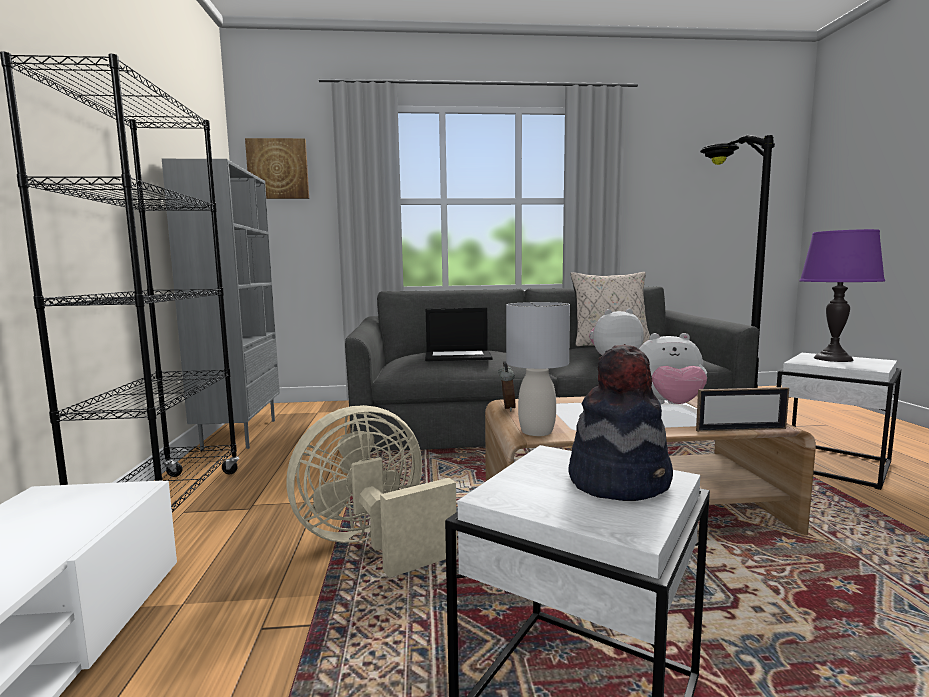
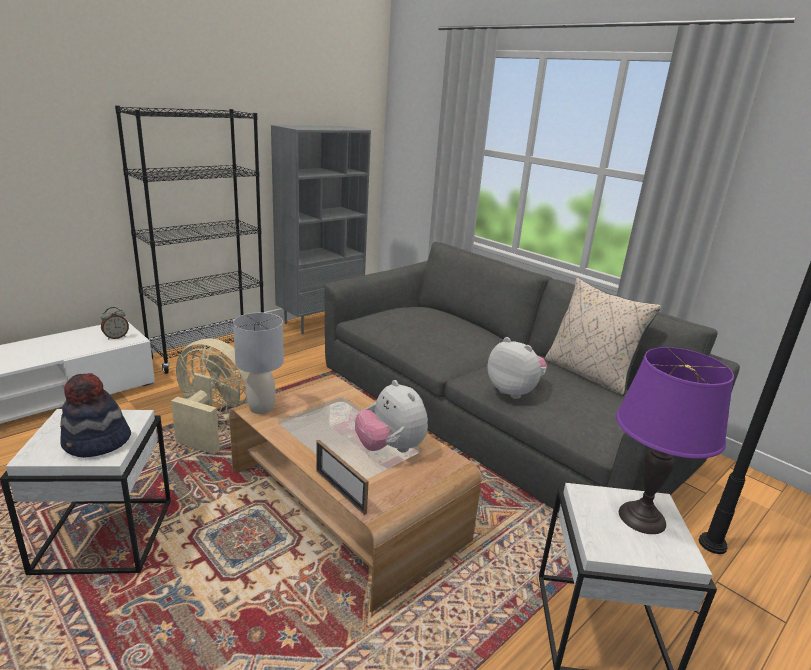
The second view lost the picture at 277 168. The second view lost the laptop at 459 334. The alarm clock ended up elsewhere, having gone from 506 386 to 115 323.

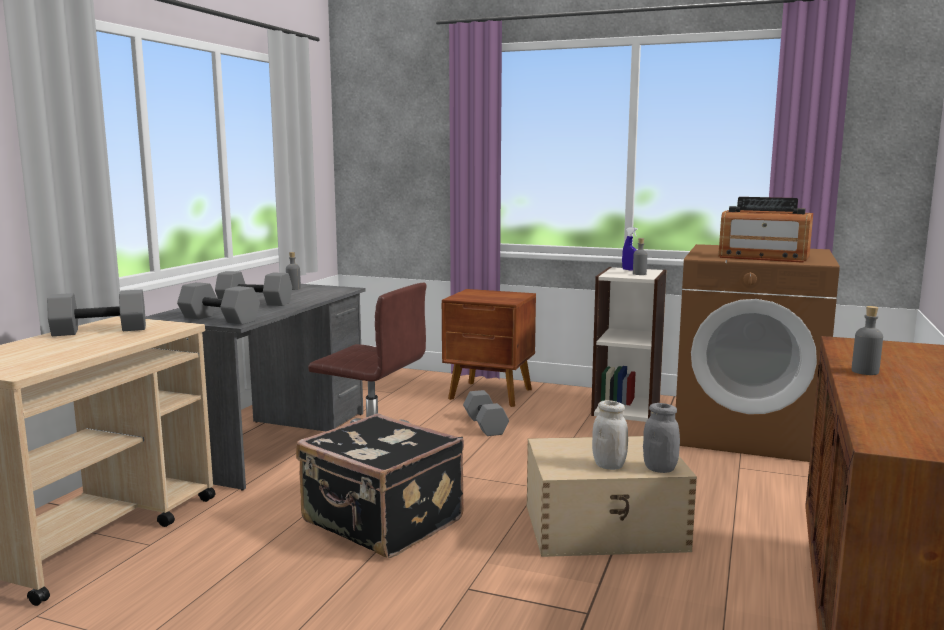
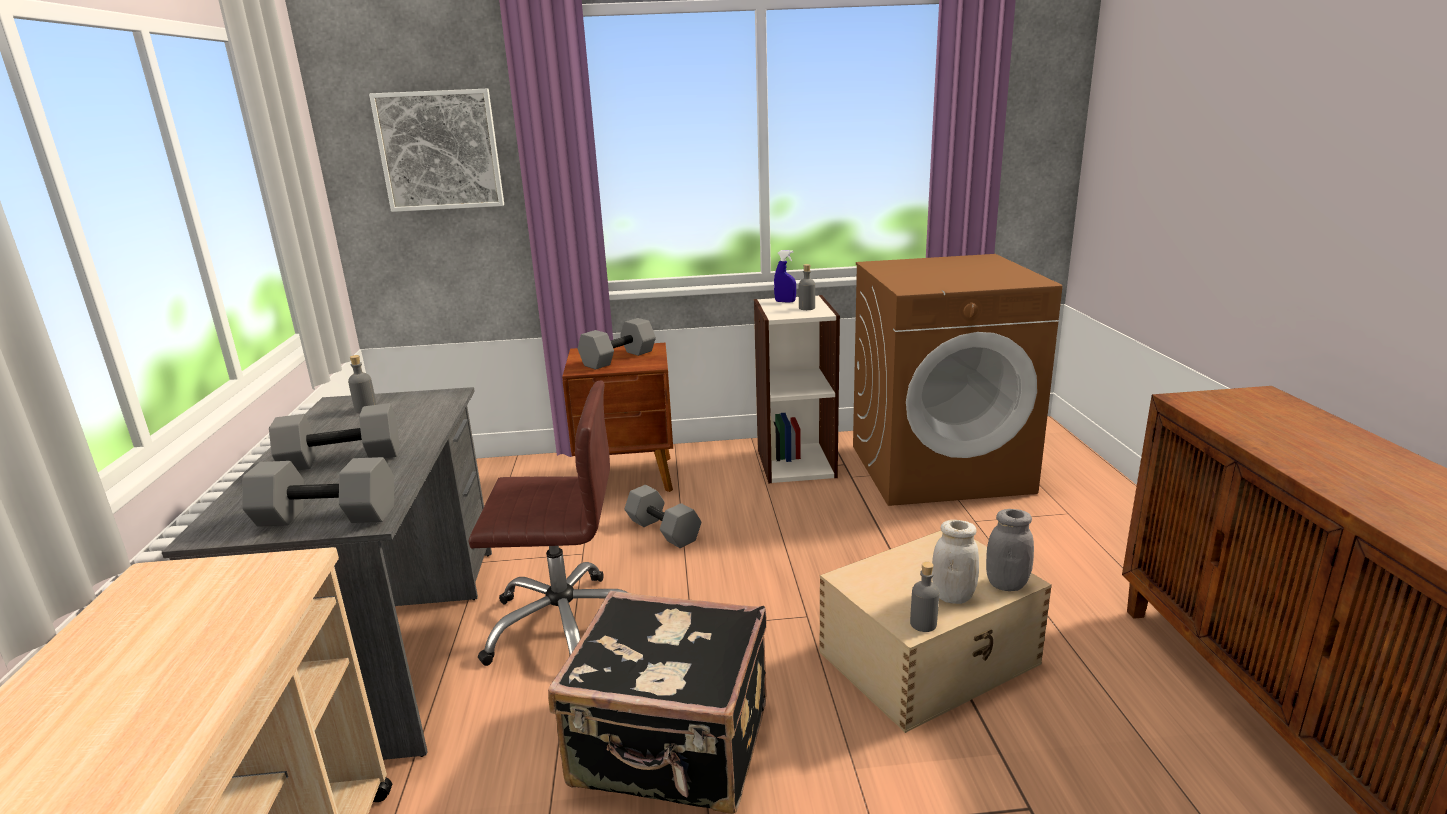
The second view lost the radio at 765 230. The grey dumbbell ended up elsewhere, having gone from 96 312 to 617 344. The grey bottle ended up elsewhere, having gone from 867 340 to 924 597. The second view gained the picture at 436 150.

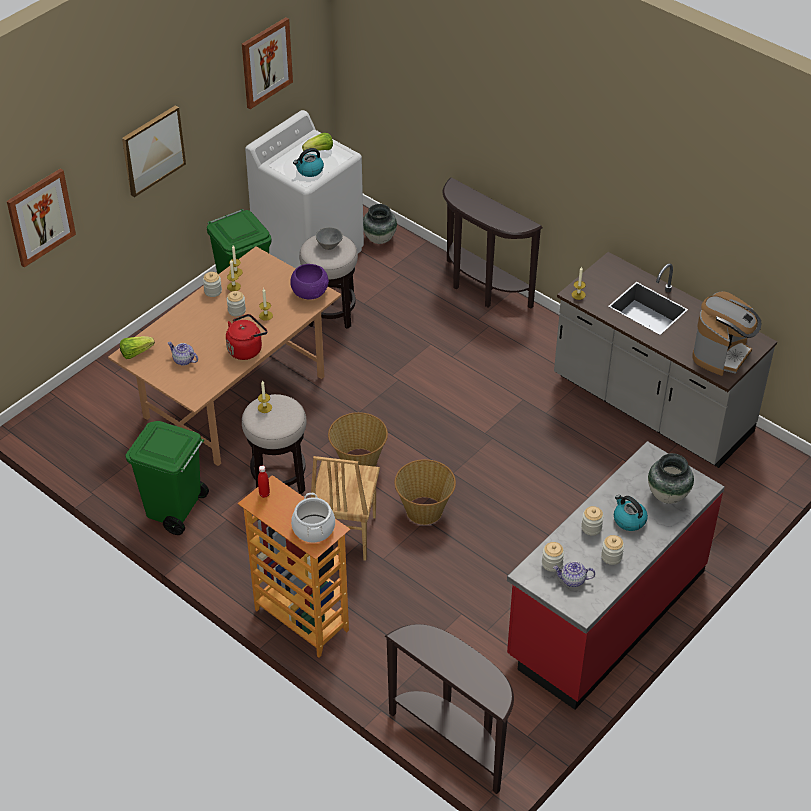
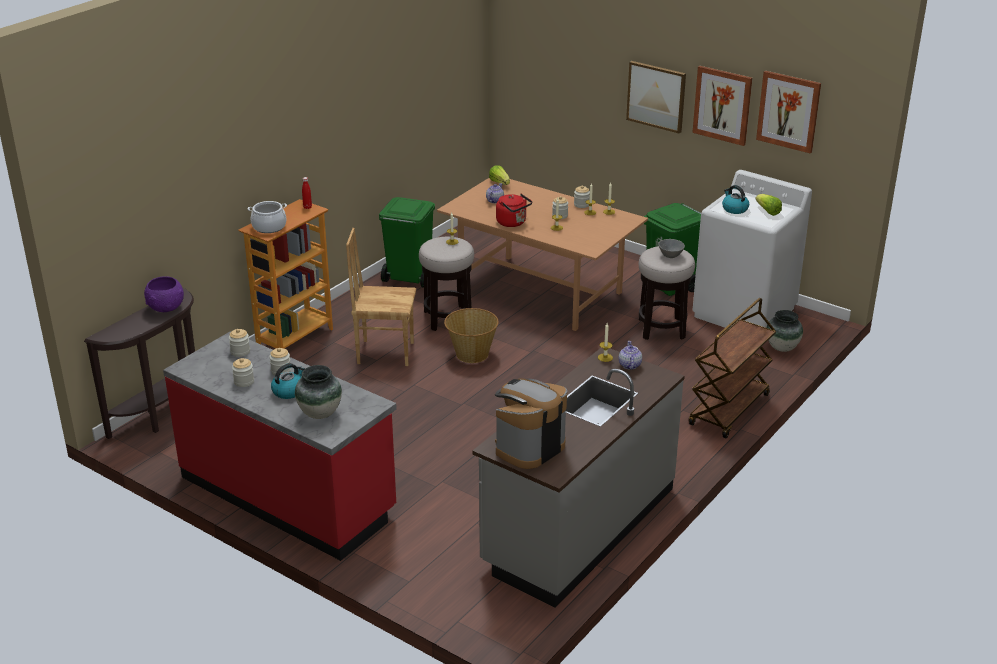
The picture ended up elsewhere, having gone from 41 217 to 722 106. Where the brown console table stood at 492 243, the brown cart came to stand at 732 368. The purple bowl ended up elsewhere, having gone from 309 282 to 164 294. The coffee machine at 726 333 ended up facing another way, 105 degrees clockwise from before. The second view lost the basket at 425 492. The teapot ended up elsewhere, having gone from 574 574 to 630 355.

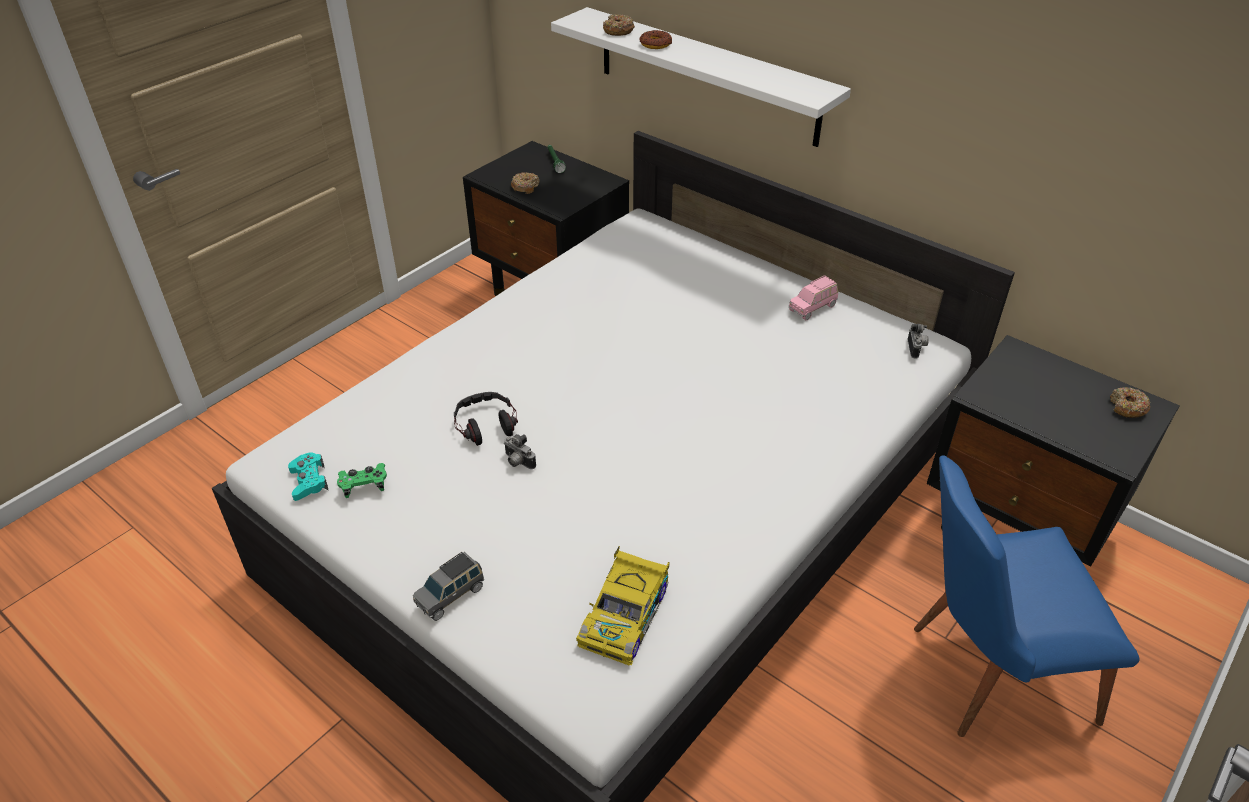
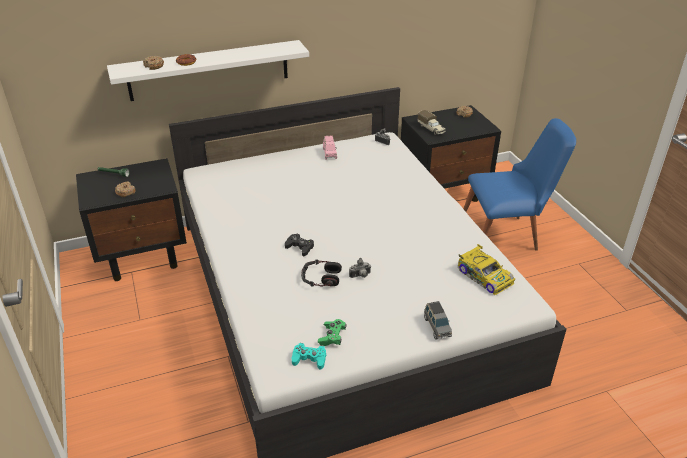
The blue chair at 1027 596 ended up facing another way, 120 degrees counterclockwise from before. The second view gained the toy truck at 431 122. The second view gained the black game controller at 299 245.

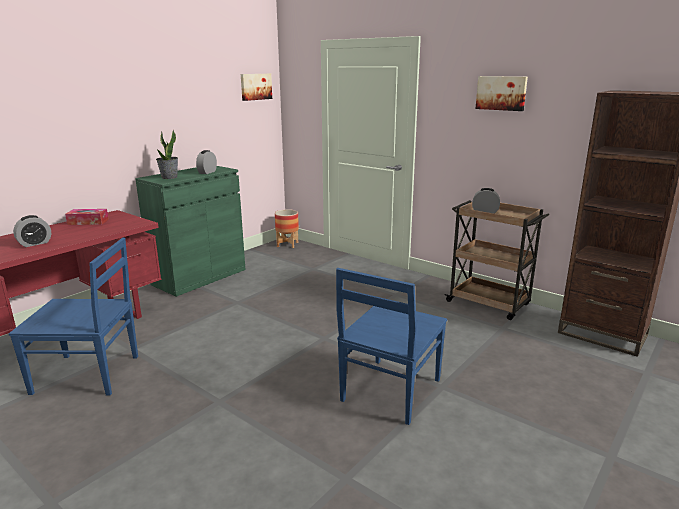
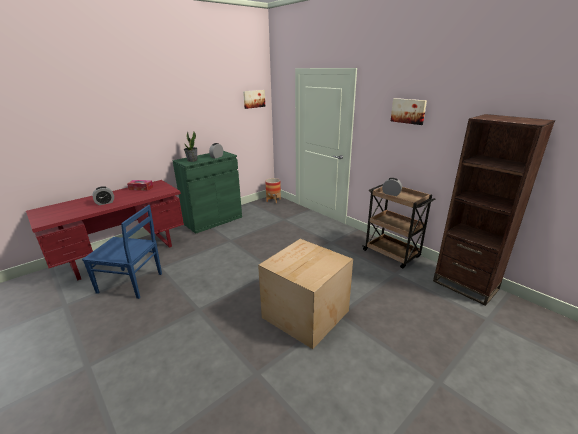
Where the blue chair stood at 391 346, the cardboard box came to stand at 305 294.

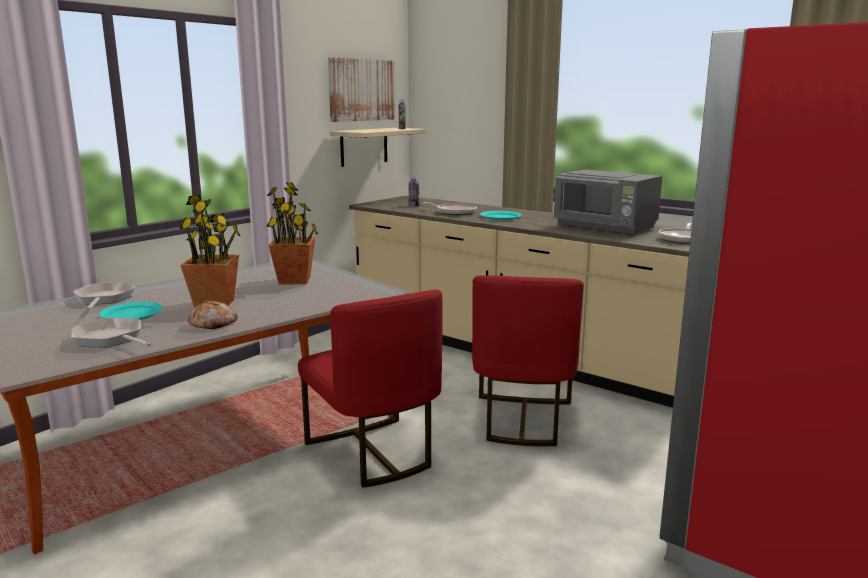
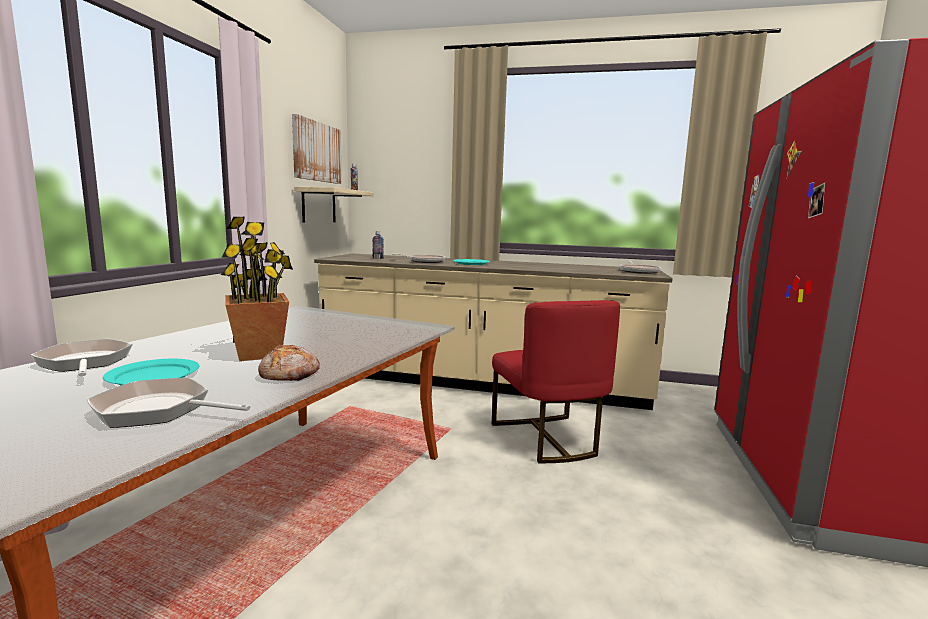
The second view lost the grey microwave at 608 202. The second view lost the potted plant at 292 233. The second view lost the red chair at 370 388.

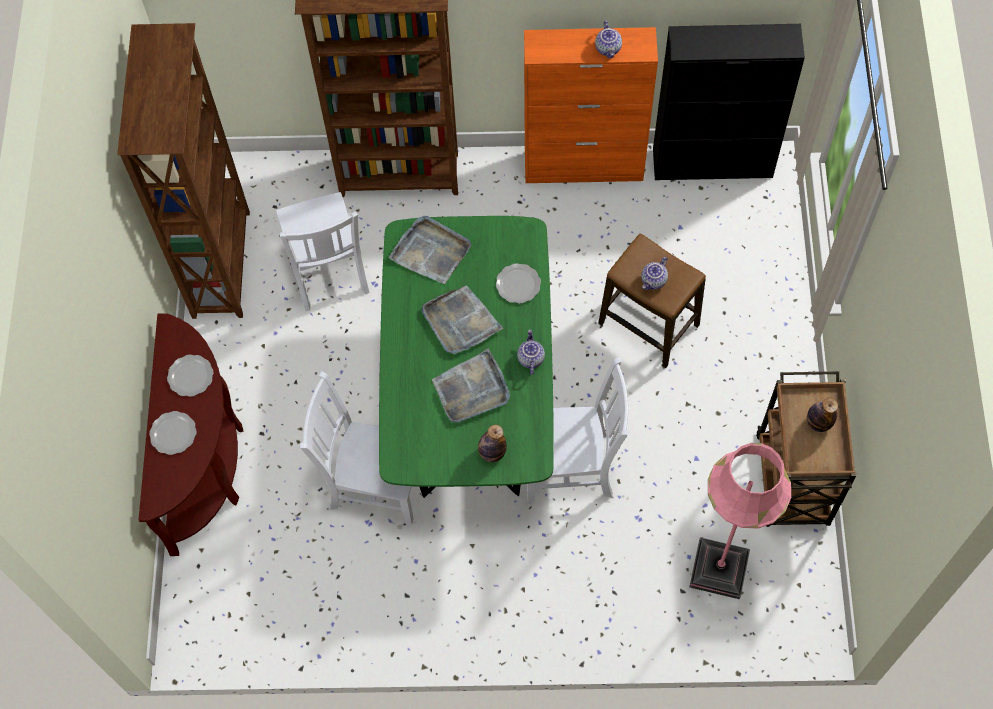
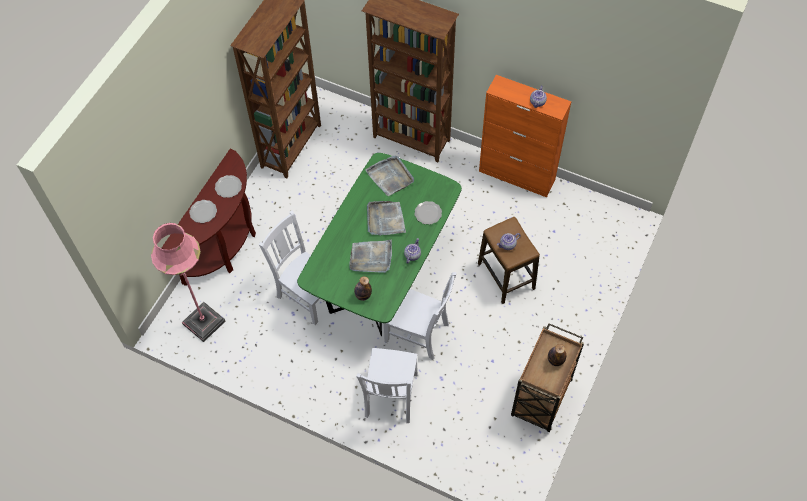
The second view lost the black cabinet at 729 102. The white chair ended up elsewhere, having gone from 322 251 to 387 385. The pink floor lamp ended up elsewhere, having gone from 740 521 to 188 282.

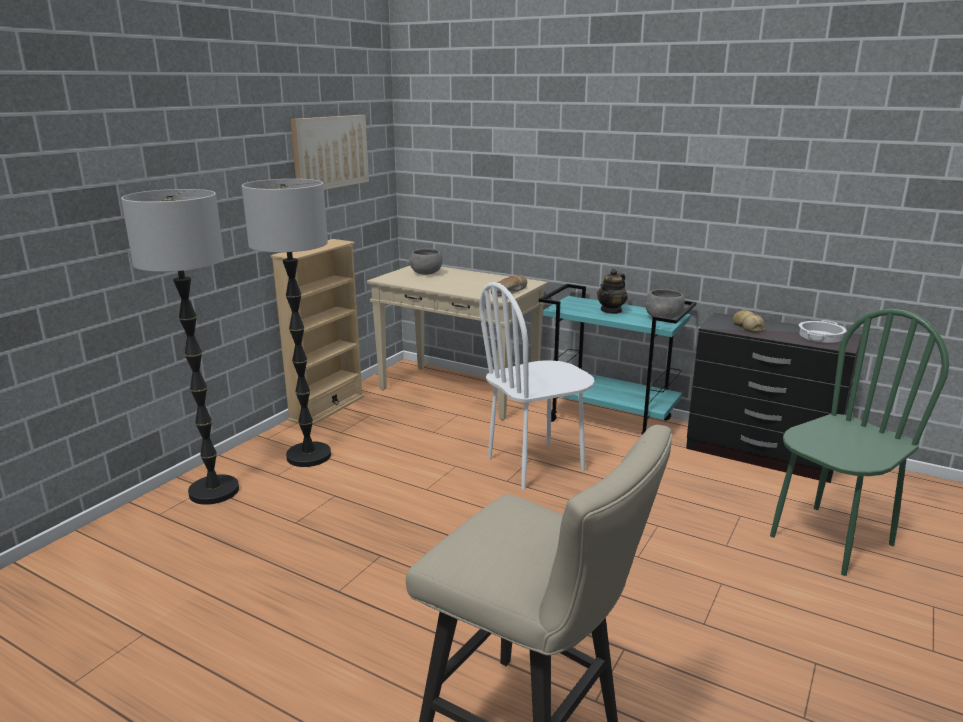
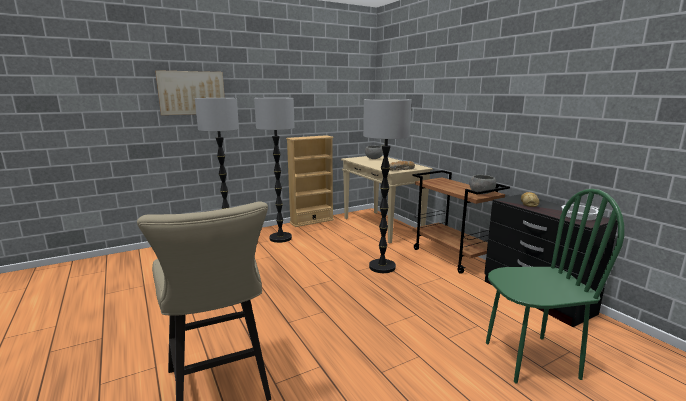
The picture ended up elsewhere, having gone from 330 152 to 190 92. The second view lost the teapot at 612 291. Where the white chair stood at 537 386, the floor lamp came to stand at 387 186. What was the turquoise cart at 618 359 turned into the brown cart at 461 222.

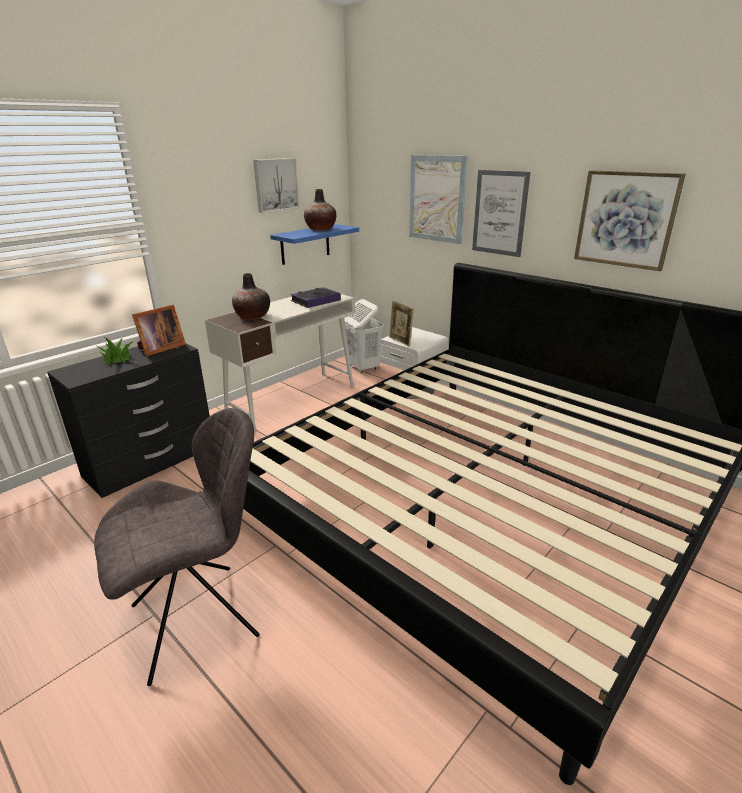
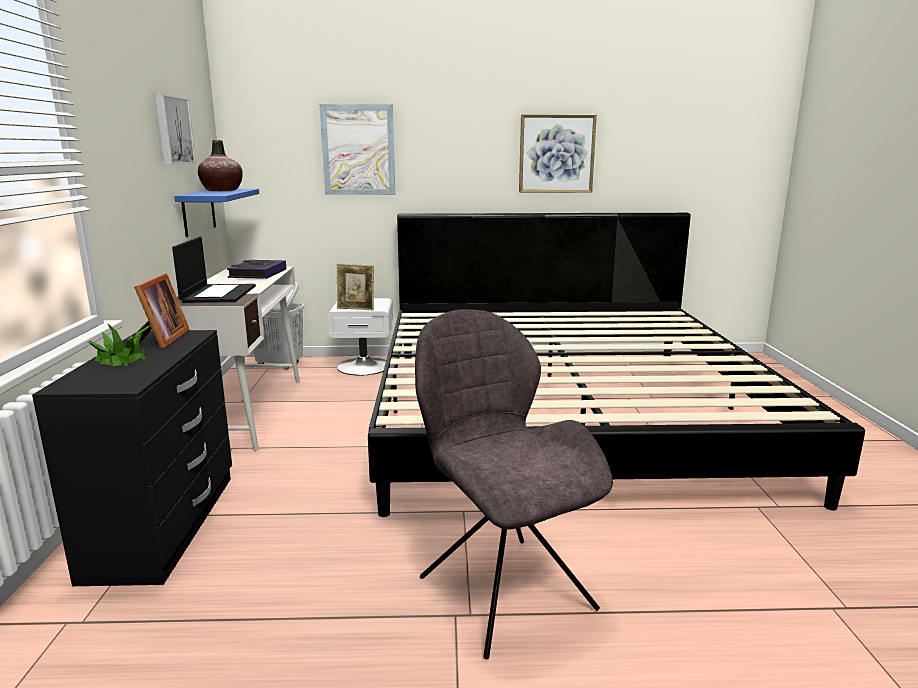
The second view lost the picture at 501 213. Where the vase stood at 251 296, the laptop came to stand at 214 270. The grey chair at 177 547 ended up facing another way, 45 degrees counterclockwise from before.

